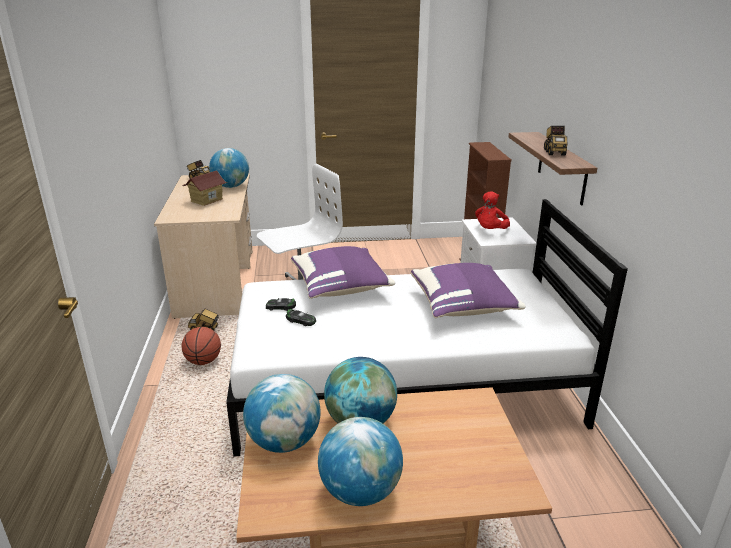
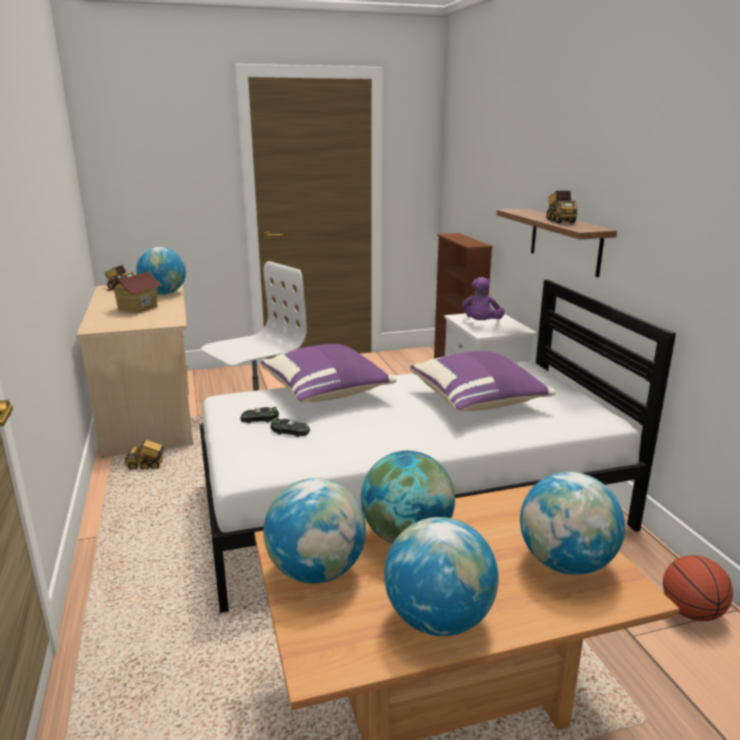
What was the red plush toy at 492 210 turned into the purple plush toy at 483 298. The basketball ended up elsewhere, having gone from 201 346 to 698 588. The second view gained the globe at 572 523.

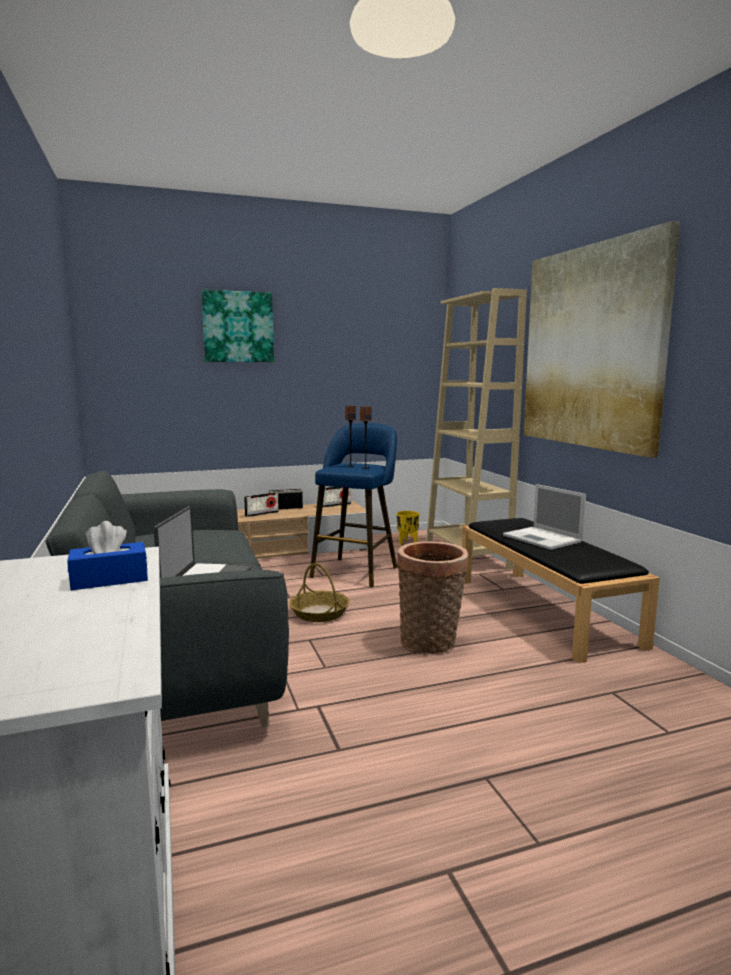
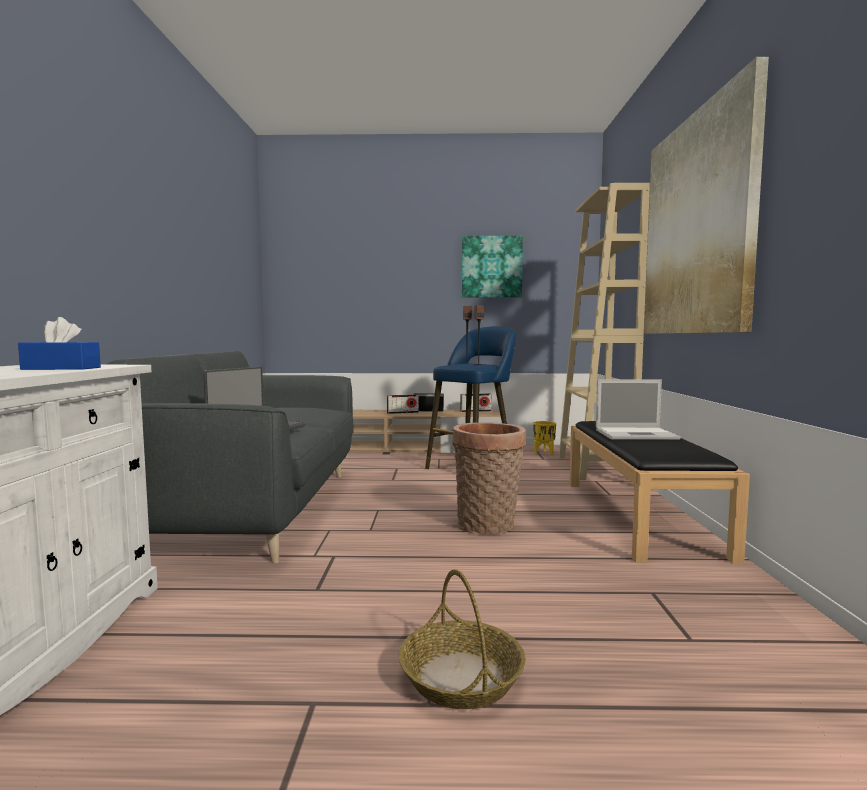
The picture ended up elsewhere, having gone from 237 326 to 492 267. The laptop at 544 517 ended up facing another way, 75 degrees counterclockwise from before. The basket ended up elsewhere, having gone from 319 592 to 462 639.

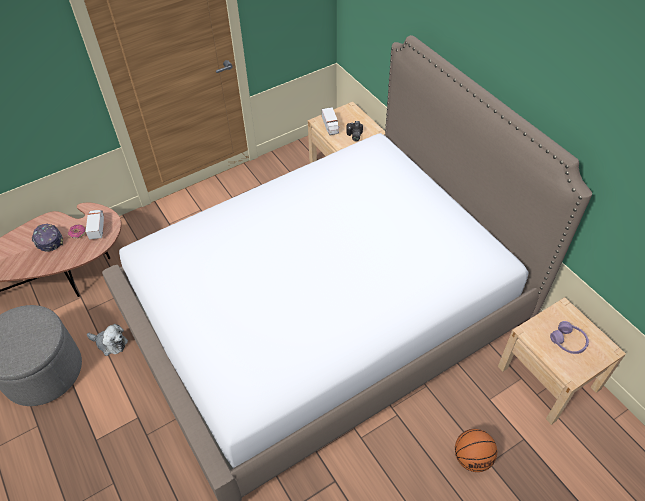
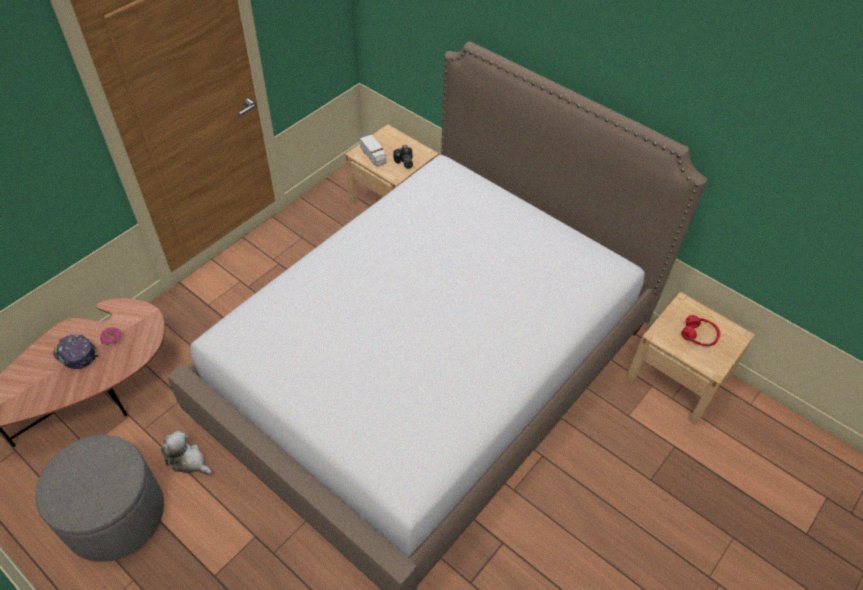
The second view lost the toy truck at 95 225. What was the purple headphones at 569 337 turned into the red headphones at 700 330. The plush toy at 107 340 ended up facing another way, 150 degrees counterclockwise from before. The second view lost the basketball at 476 450.

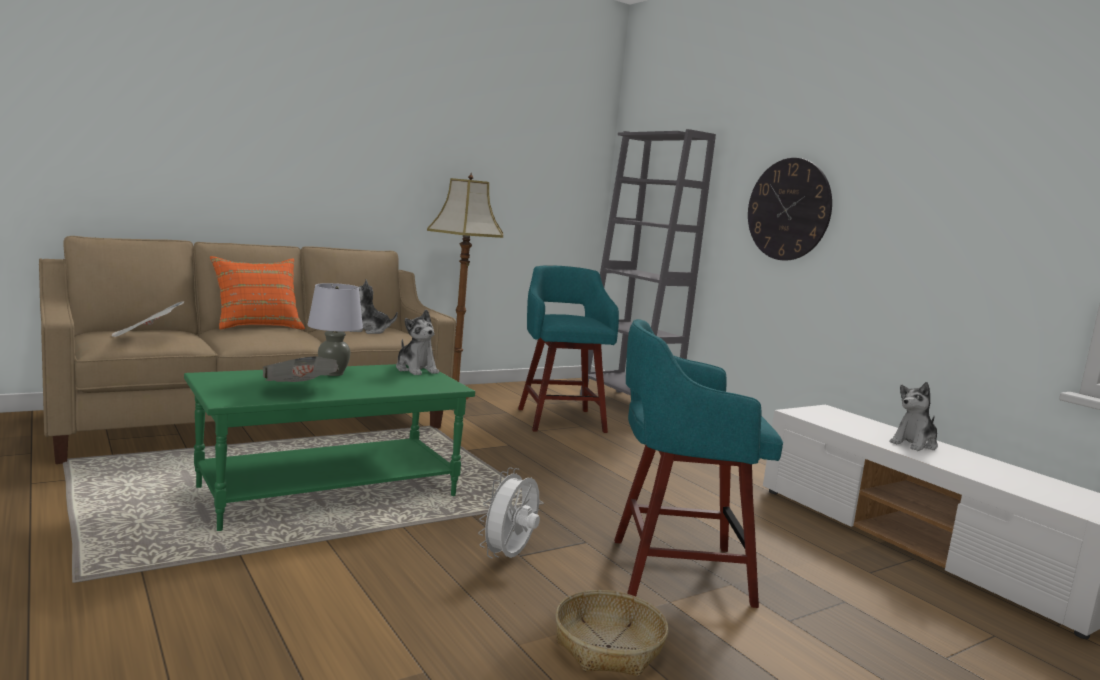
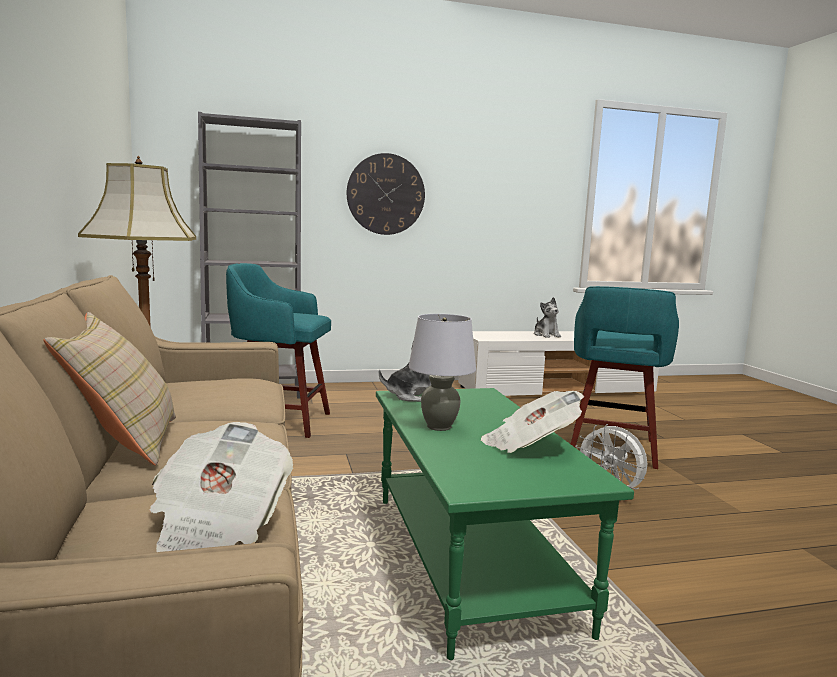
What was the orange pillow at 257 292 turned into the beige pillow at 109 388. The second view lost the plush toy at 374 306. The second view lost the basket at 612 633.

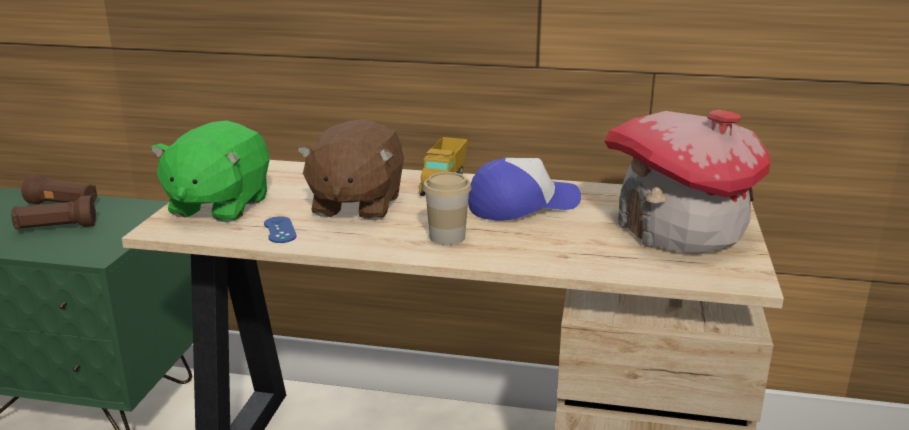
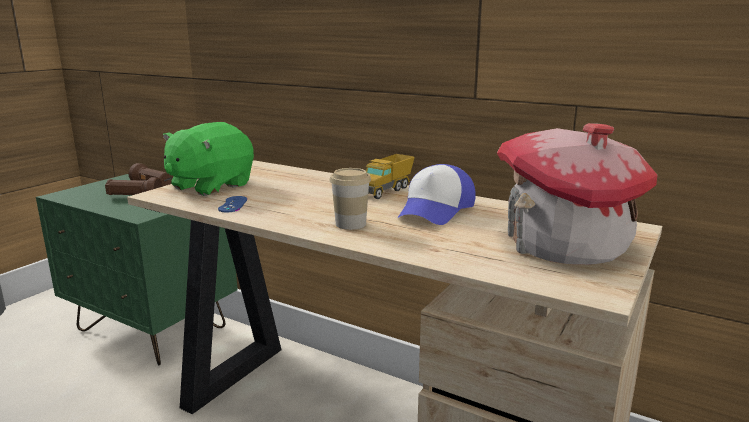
The second view lost the brown plush toy at 350 169. The cap at 524 189 ended up facing another way, 120 degrees clockwise from before.

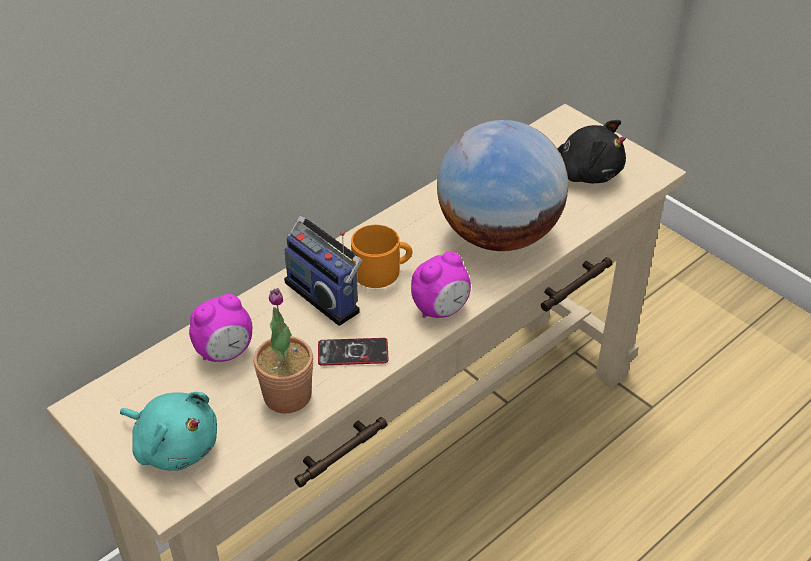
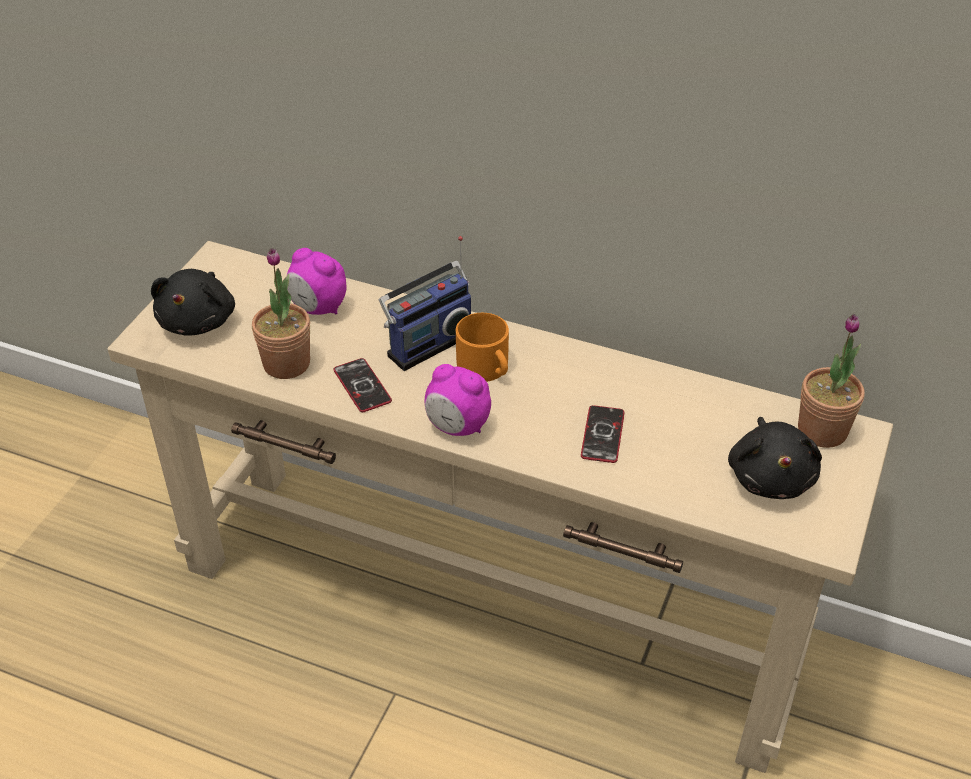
Where the globe stood at 502 185, the phone came to stand at 602 434. The radio at 323 271 ended up facing another way, 150 degrees counterclockwise from before. What was the turquoise plush toy at 168 431 turned into the black plush toy at 193 302. The second view gained the potted plant at 831 381.

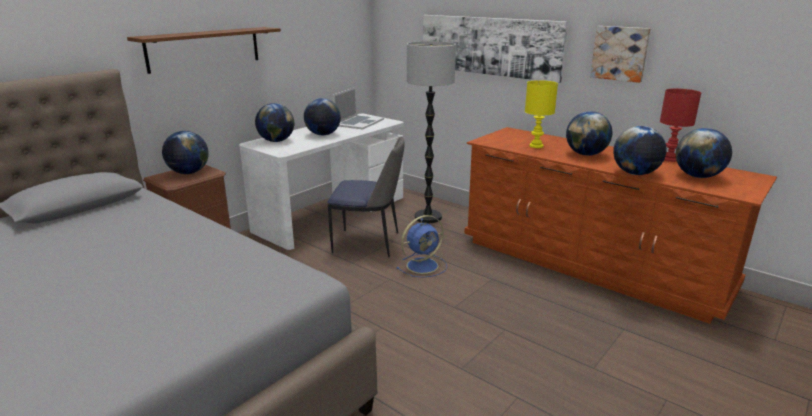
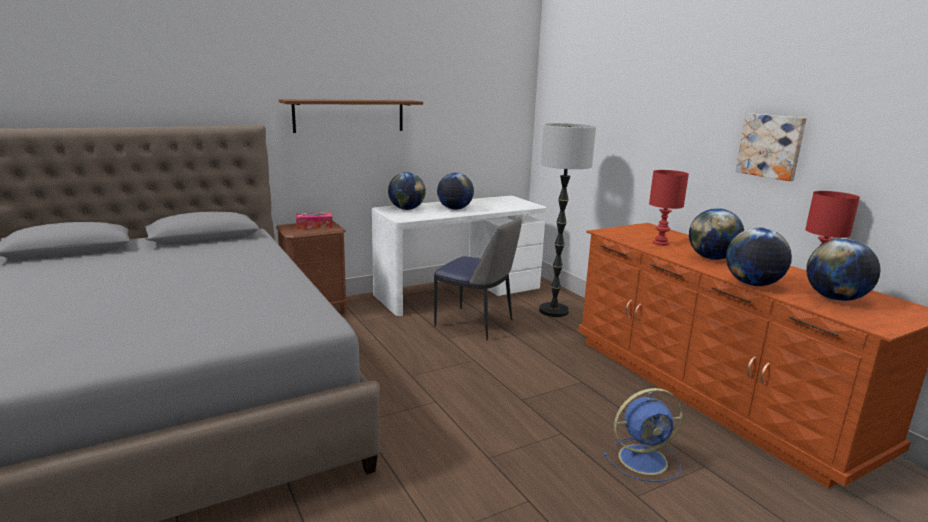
The second view lost the picture at 495 49. What was the yellow table lamp at 541 114 turned into the red table lamp at 669 208. The second view lost the laptop at 358 108. Where the globe stood at 185 152, the tissue box came to stand at 314 220. The blue fan ended up elsewhere, having gone from 421 246 to 643 435.

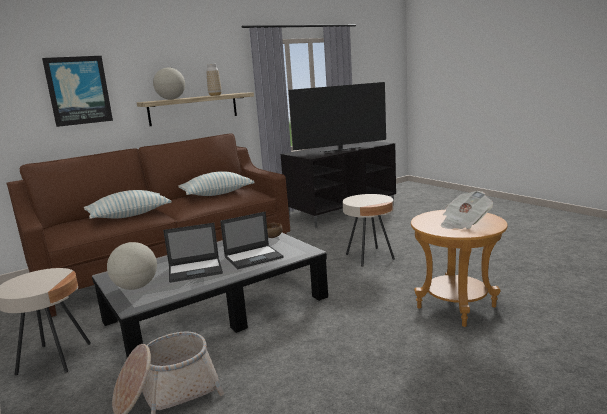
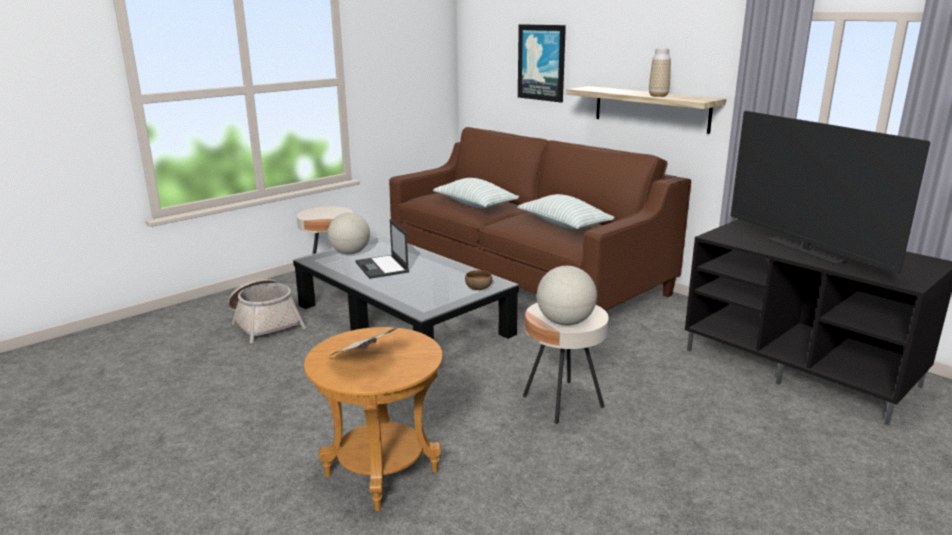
The globe ended up elsewhere, having gone from 169 83 to 567 295. The second view lost the laptop at 252 240.

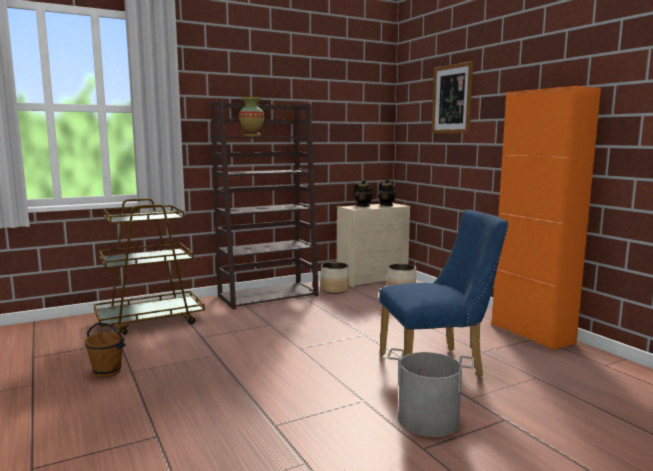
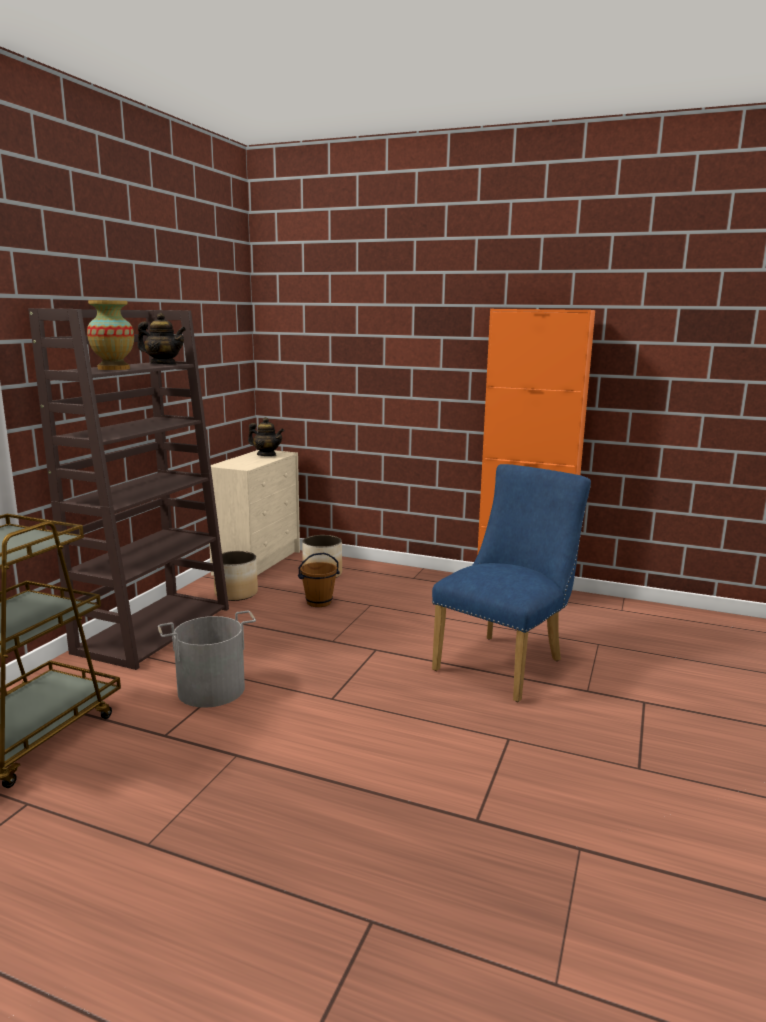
The second view lost the picture at 452 97. The teapot ended up elsewhere, having gone from 363 193 to 161 338. The brown bucket ended up elsewhere, having gone from 105 350 to 319 580. The grey bucket ended up elsewhere, having gone from 431 392 to 207 659.

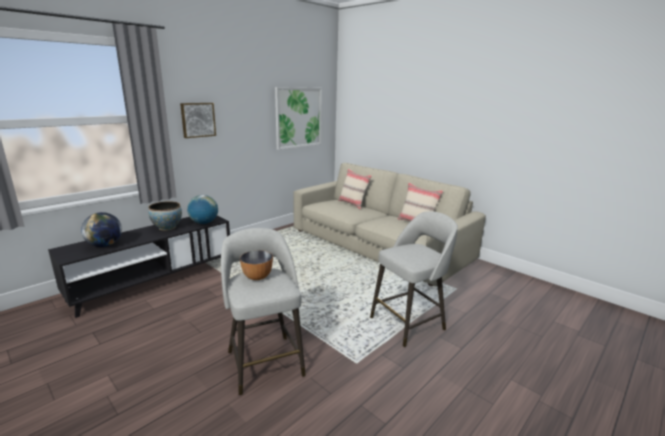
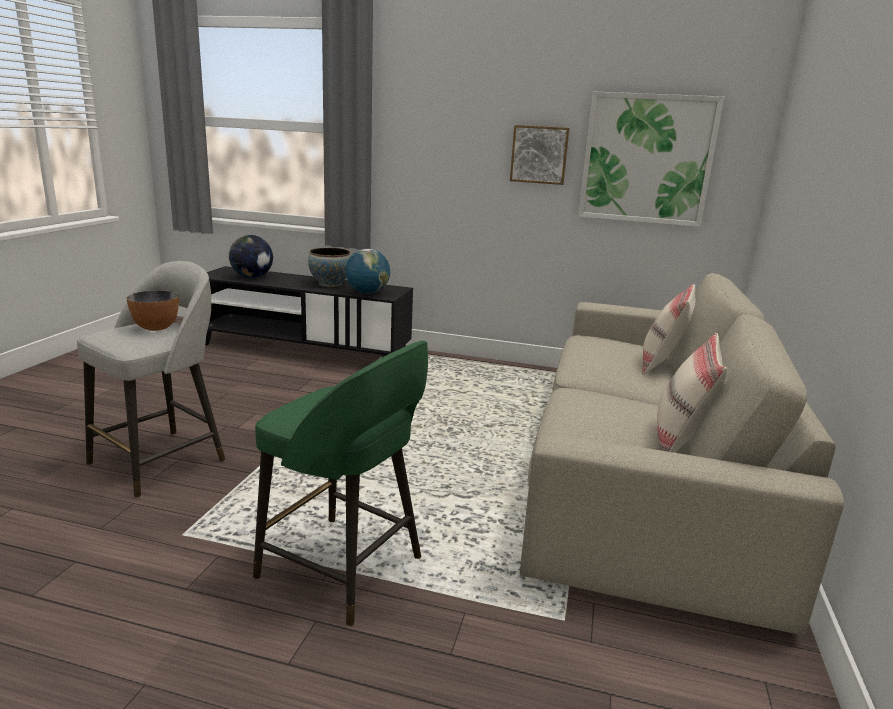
The picture ended up elsewhere, having gone from 198 120 to 540 155. What was the grey stool at 414 279 turned into the green stool at 340 483.

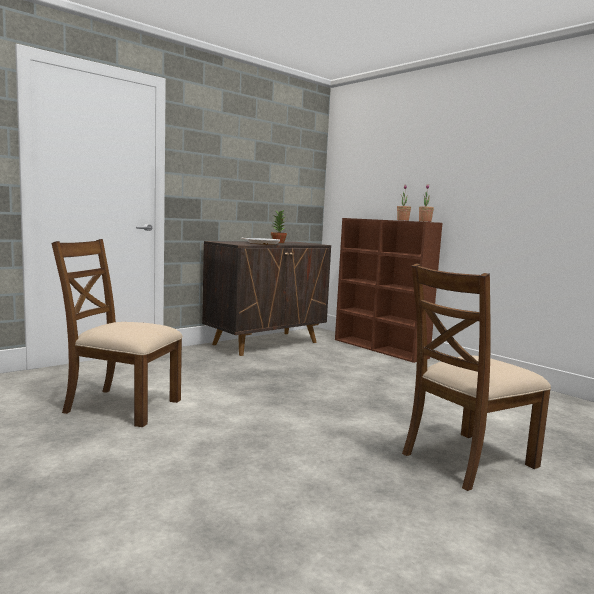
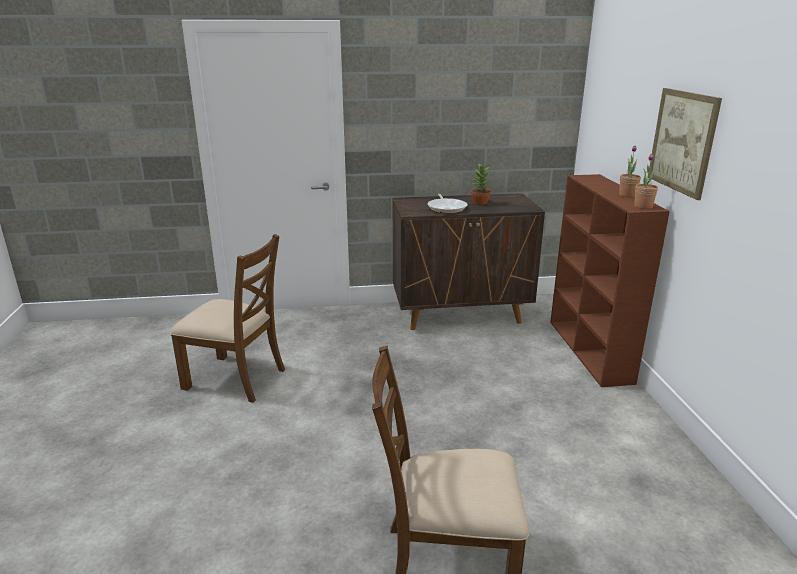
The brown chair at 117 333 ended up facing another way, 150 degrees clockwise from before. The second view gained the picture at 685 144.

